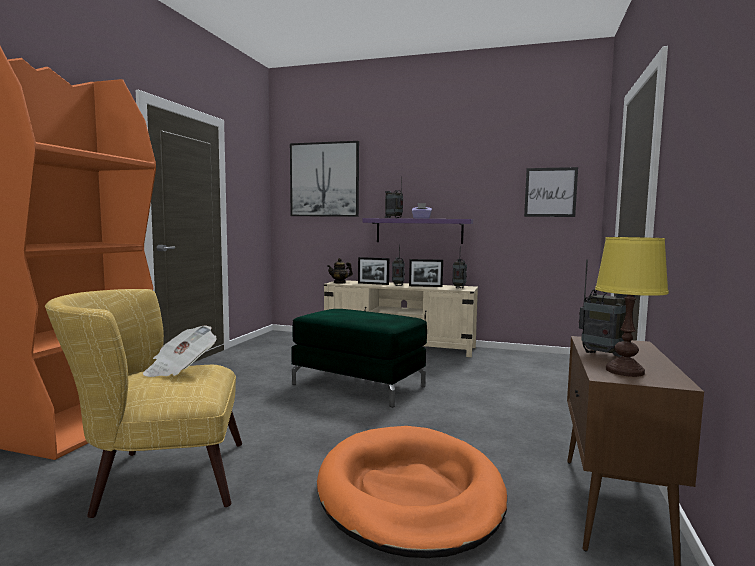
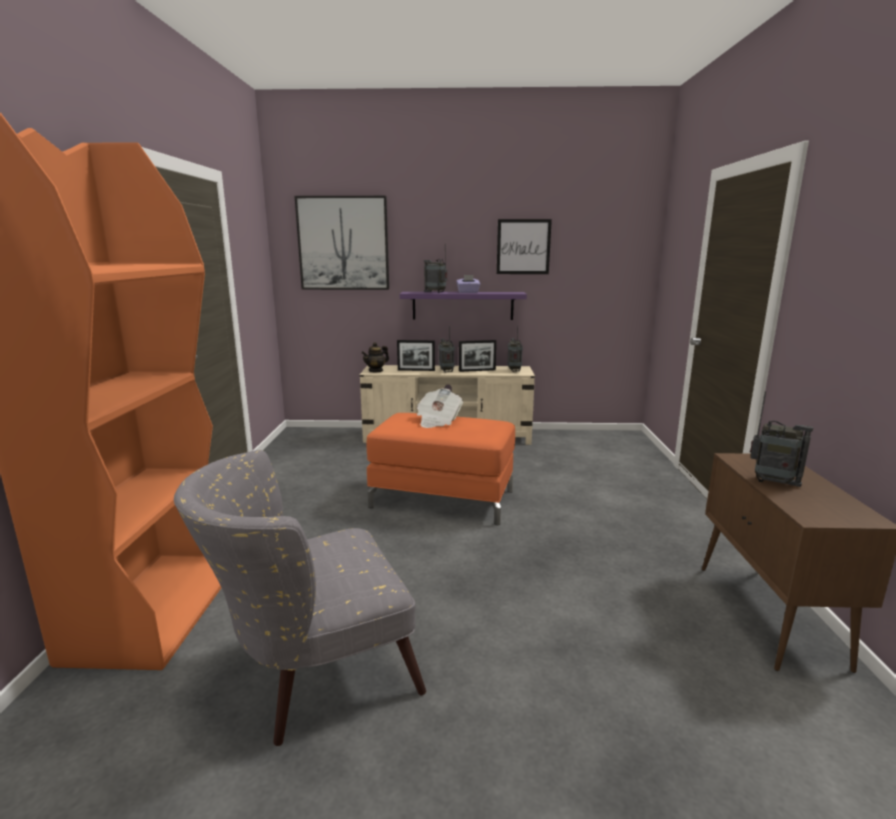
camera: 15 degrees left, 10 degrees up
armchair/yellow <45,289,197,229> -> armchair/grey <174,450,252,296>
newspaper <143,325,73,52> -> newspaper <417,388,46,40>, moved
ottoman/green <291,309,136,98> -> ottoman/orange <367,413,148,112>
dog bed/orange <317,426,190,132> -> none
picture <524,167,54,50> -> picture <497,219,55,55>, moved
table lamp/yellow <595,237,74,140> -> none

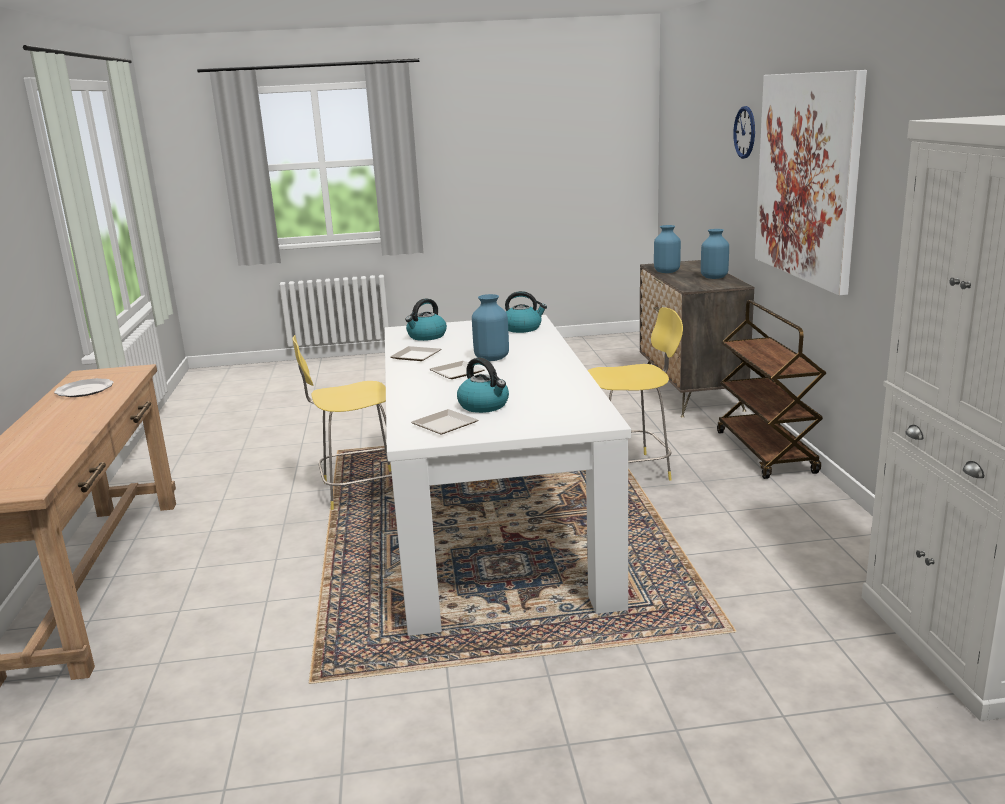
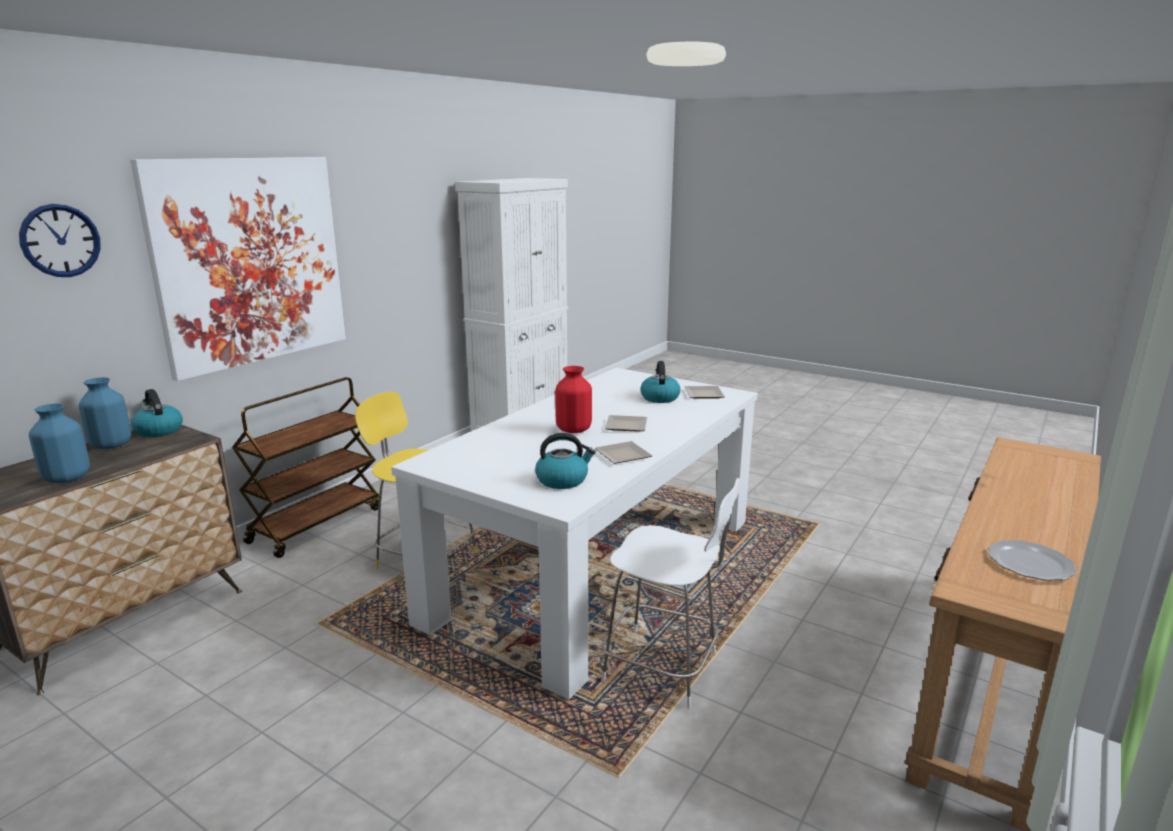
camera: 140 degrees left, 0 degrees up
chair/yellow <293,335,99,175> -> chair/white <601,478,140,231>
vase/blue <472,294,37,67> -> vase/red <555,366,37,67>
kettle <505,291,42,42> -> kettle <131,389,52,48>, moved

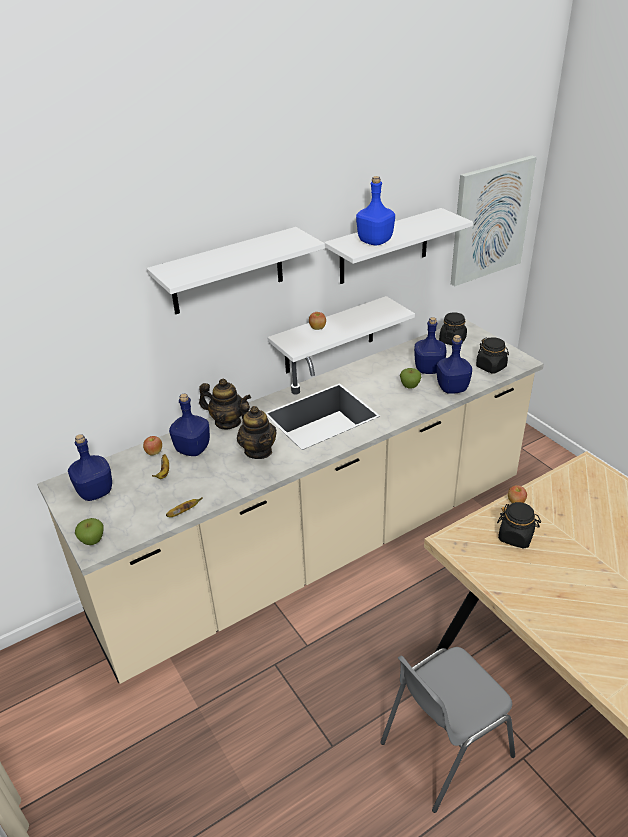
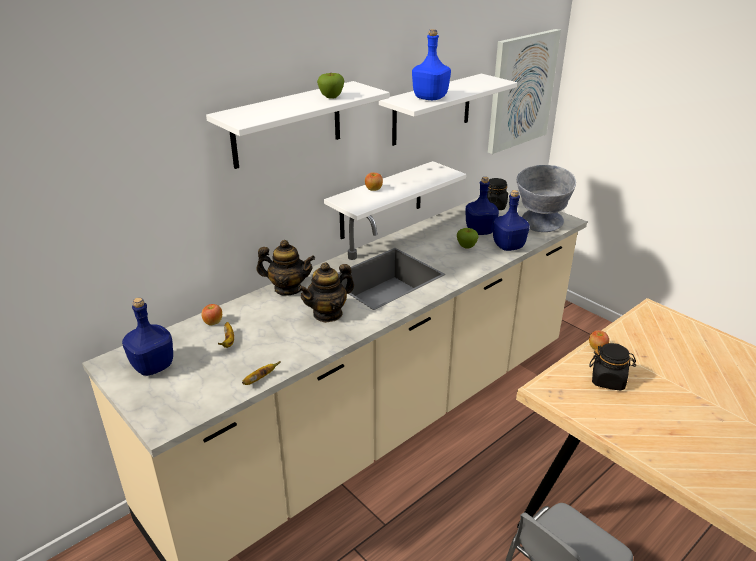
camera: 10 degrees left, 5 degrees down
apple <75,518,29,27> -> apple <317,73,27,26>, moved
bottle/blue <169,394,41,62> -> none
teapot <237,403,40,56> -> teapot <297,262,57,61>, 90 degrees clockwise
jar/black <476,337,33,37> -> bowl/grey <517,165,59,67>

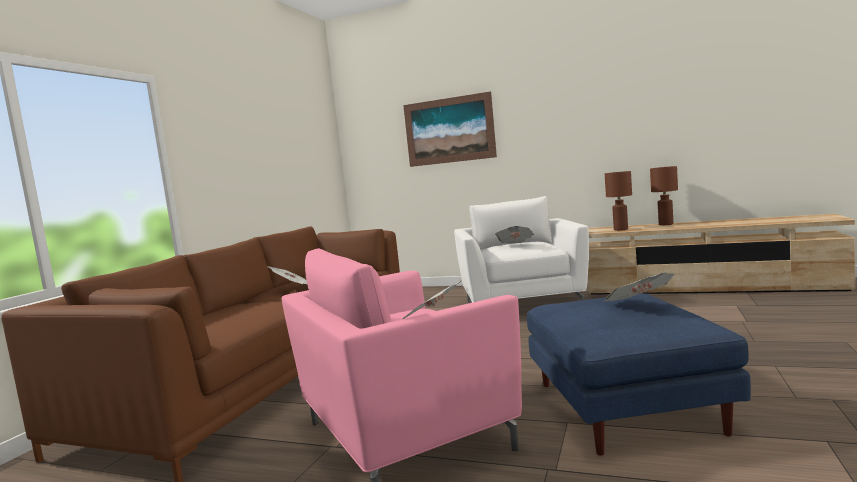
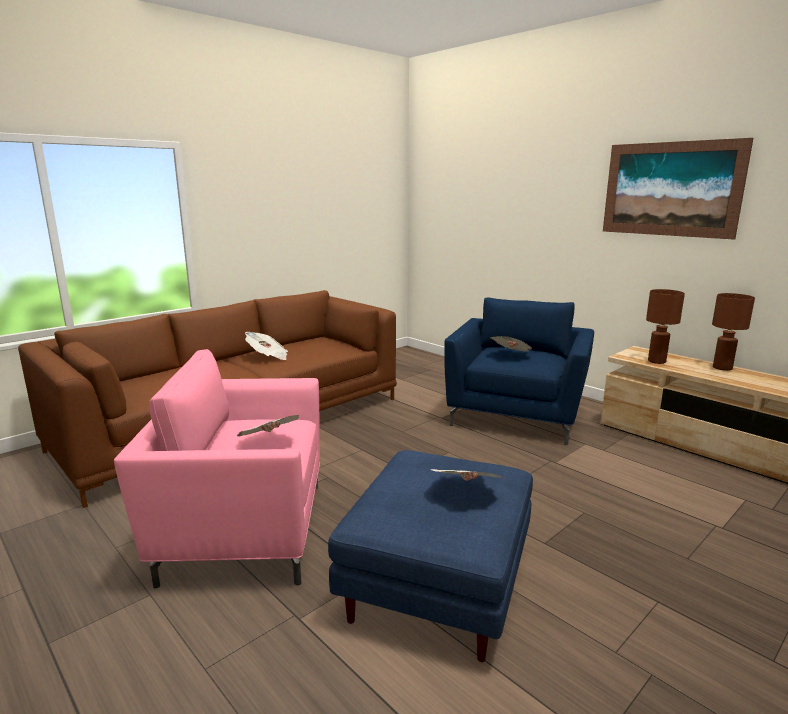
camera: 25 degrees right, 10 degrees up
picture <403,91,94,76> -> picture <603,138,150,102>, moved
armchair/white <454,196,135,107> -> armchair/blue <444,297,150,148>

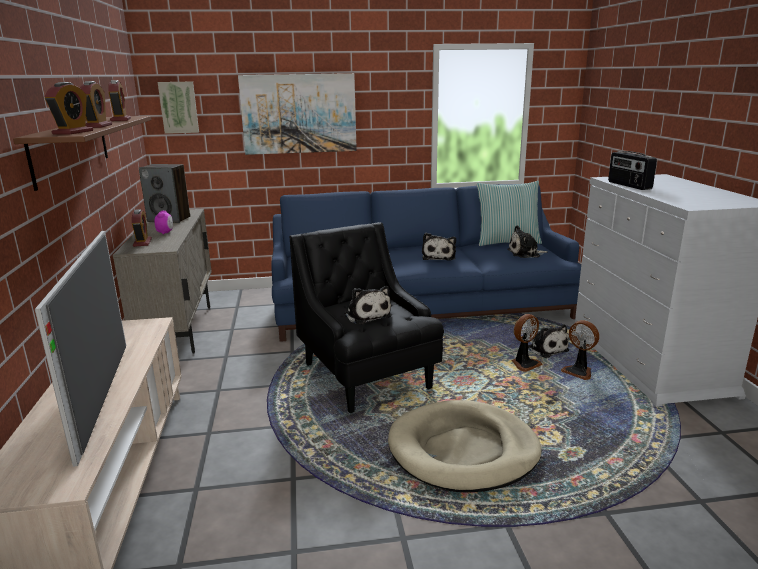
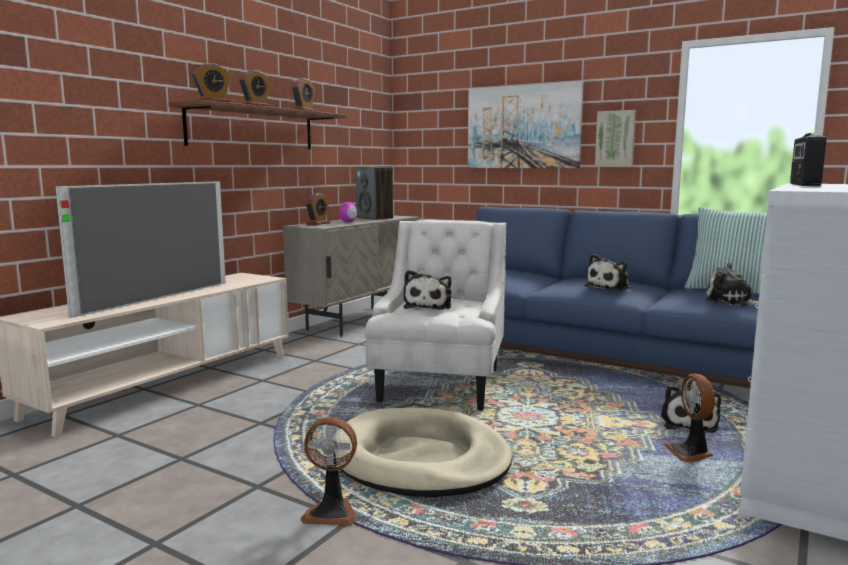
camera: 40 degrees right, 10 degrees down
picture <158,81,41,53> -> picture <595,110,41,57>, moved
armchair/black <290,222,154,191> -> armchair/white <365,220,141,191>
fan <512,314,31,58> -> fan <300,417,57,109>, moved

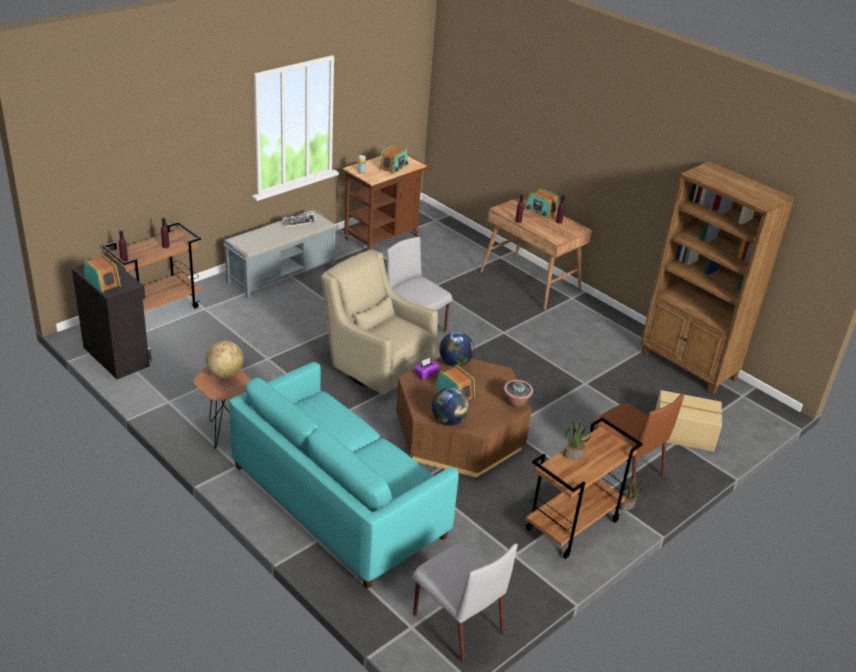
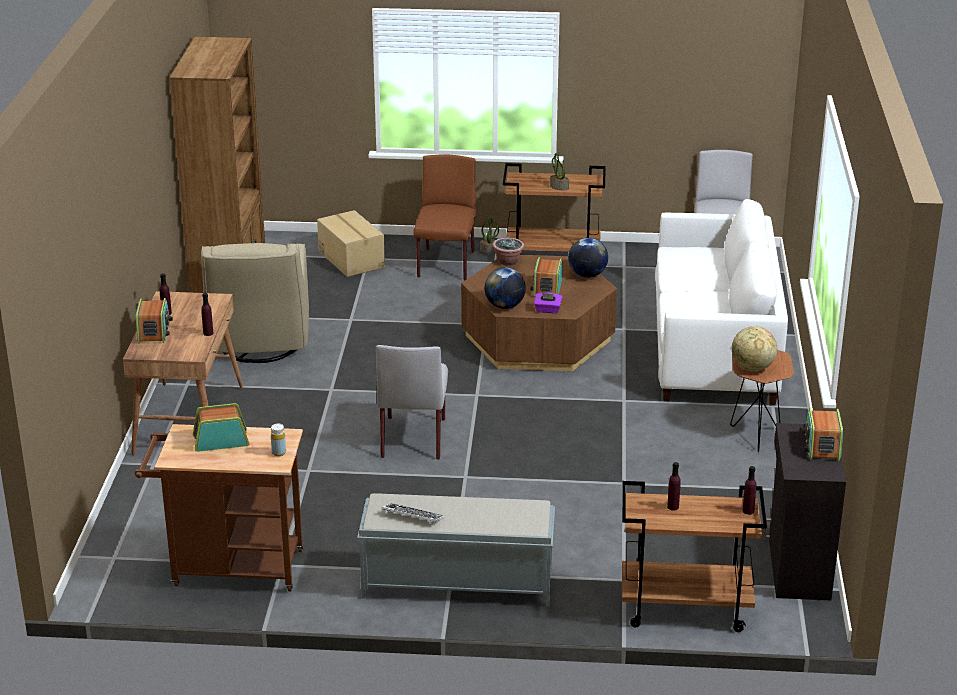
camera: 130 degrees left, 5 degrees down
sofa/turquoise <229,362,230,227> -> sofa/white <655,199,133,207>
armchair/beige <321,250,117,145> -> armchair/beige <201,243,108,120>, moved

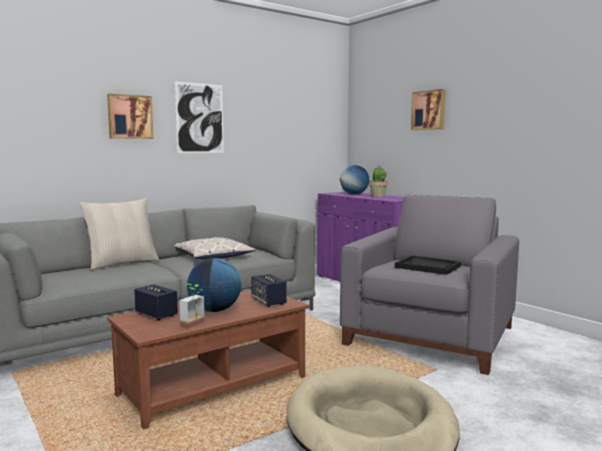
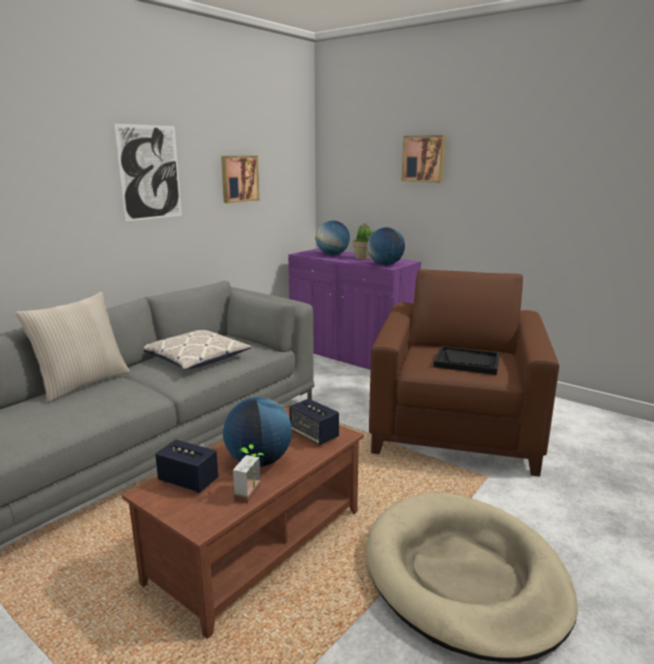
camera: 15 degrees left, 10 degrees up
picture <107,94,47,45> -> picture <221,156,39,47>, moved
armchair/grey <340,195,179,180> -> armchair/brown <369,270,190,207>
none -> globe <367,227,38,38>

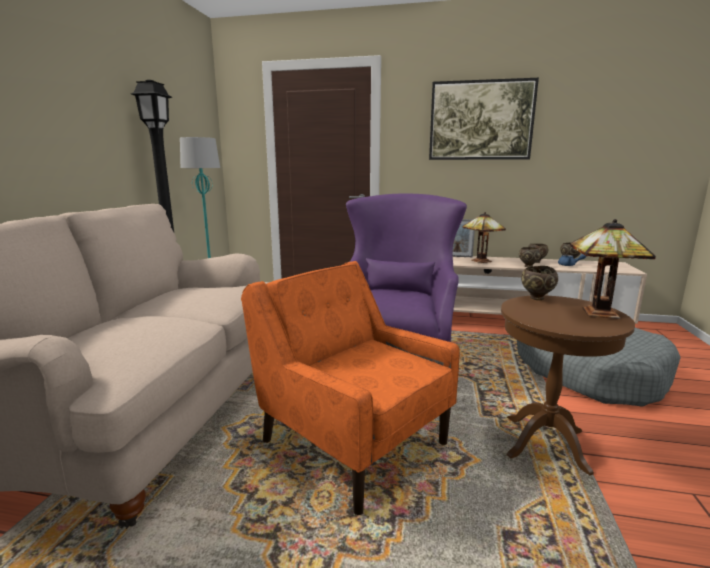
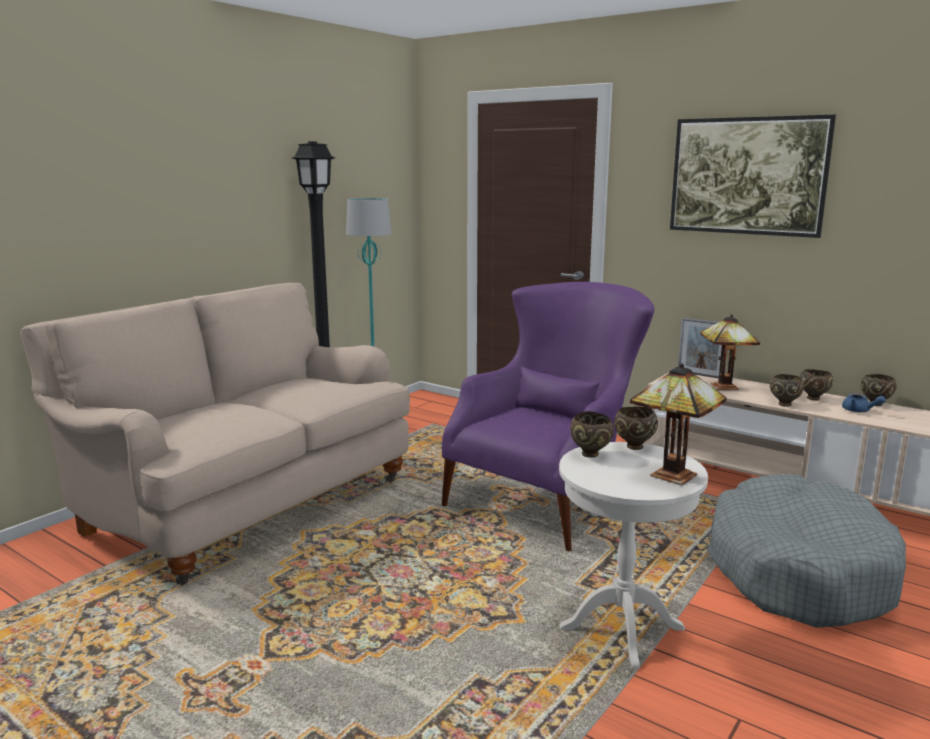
camera: 25 degrees right, 0 degrees up
armchair/orange <241,261,219,254> -> none
side table/brown <501,296,134,179> -> side table/white <559,442,149,227>
none -> bowl/brown <570,411,44,47>

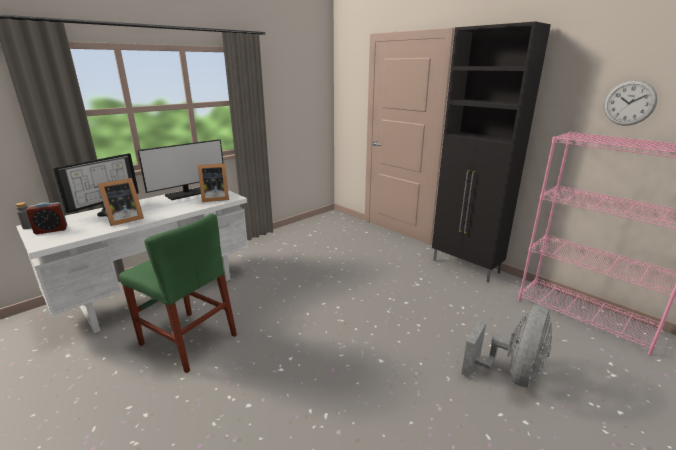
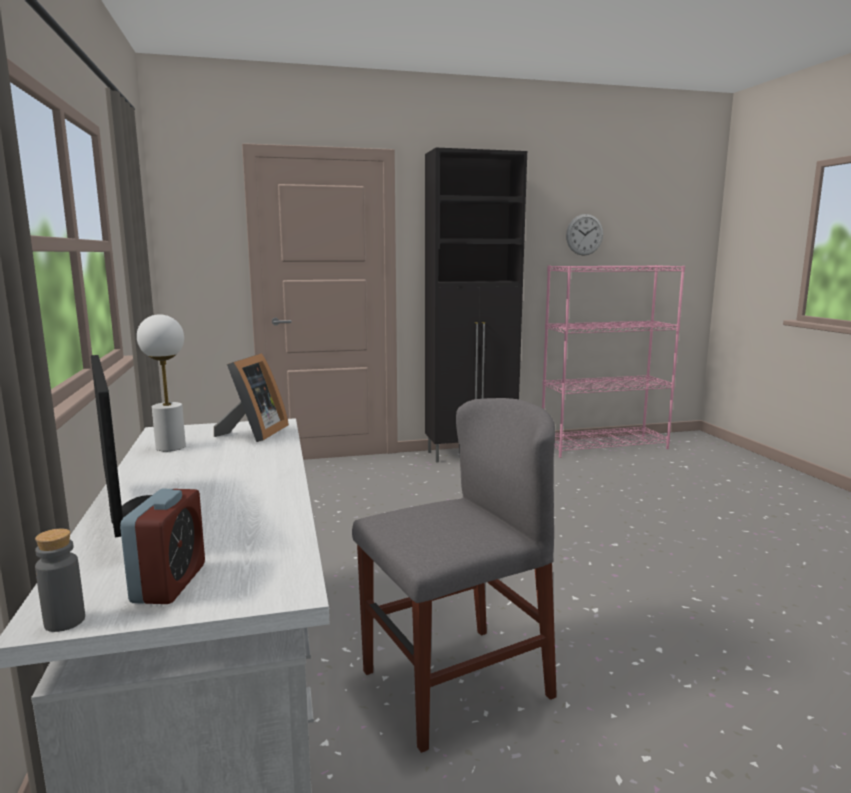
camera: 60 degrees left, 10 degrees down
picture frame <97,178,47,48> -> none
chair/green <119,213,118,160> -> chair/grey <352,398,205,355>
monitor <137,139,86,61> -> table lamp/white <137,314,49,137>
fan/grey <461,305,91,83> -> none

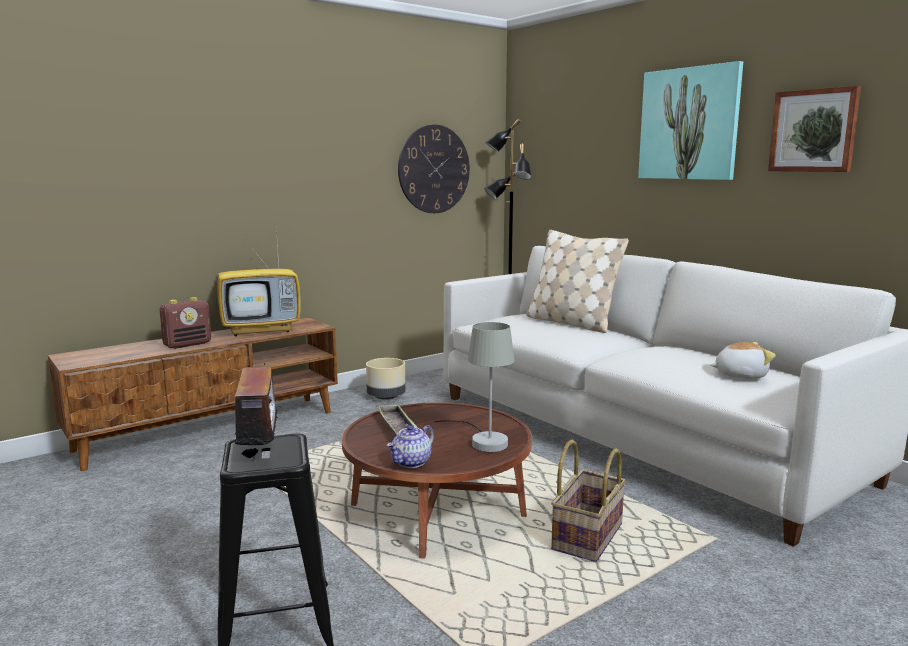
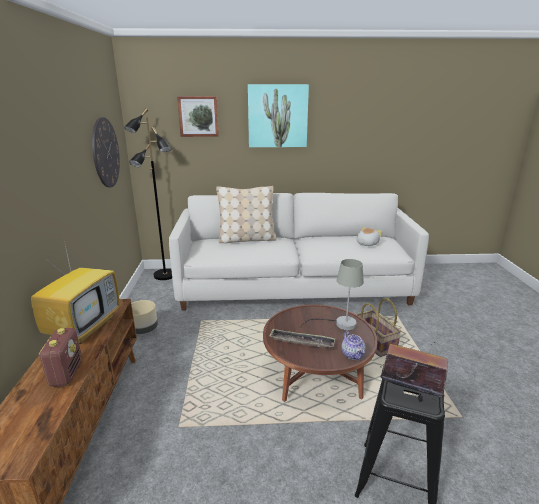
camera: 55 degrees left, 10 degrees up
picture <768,86,93,86> -> picture <177,96,42,41>, moved

